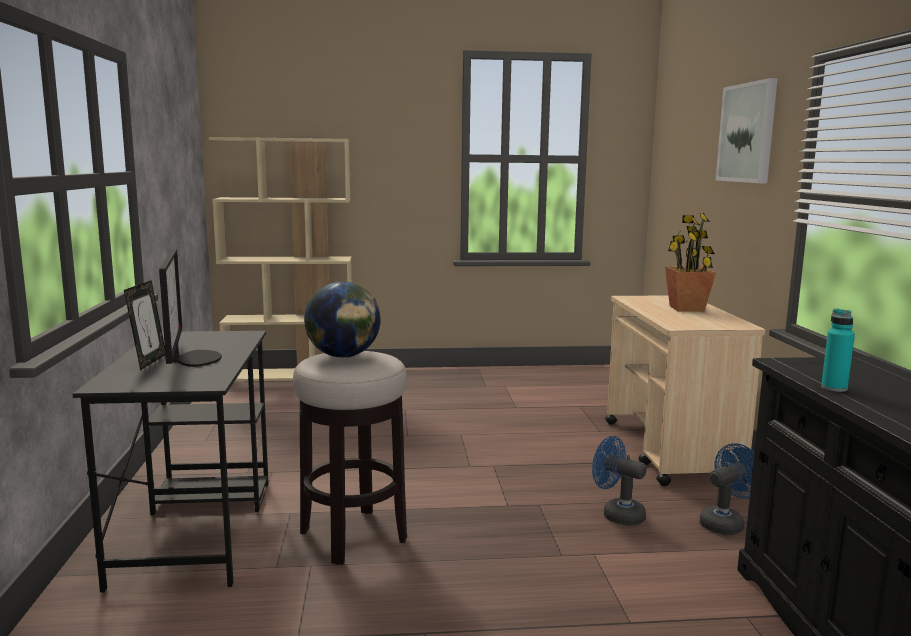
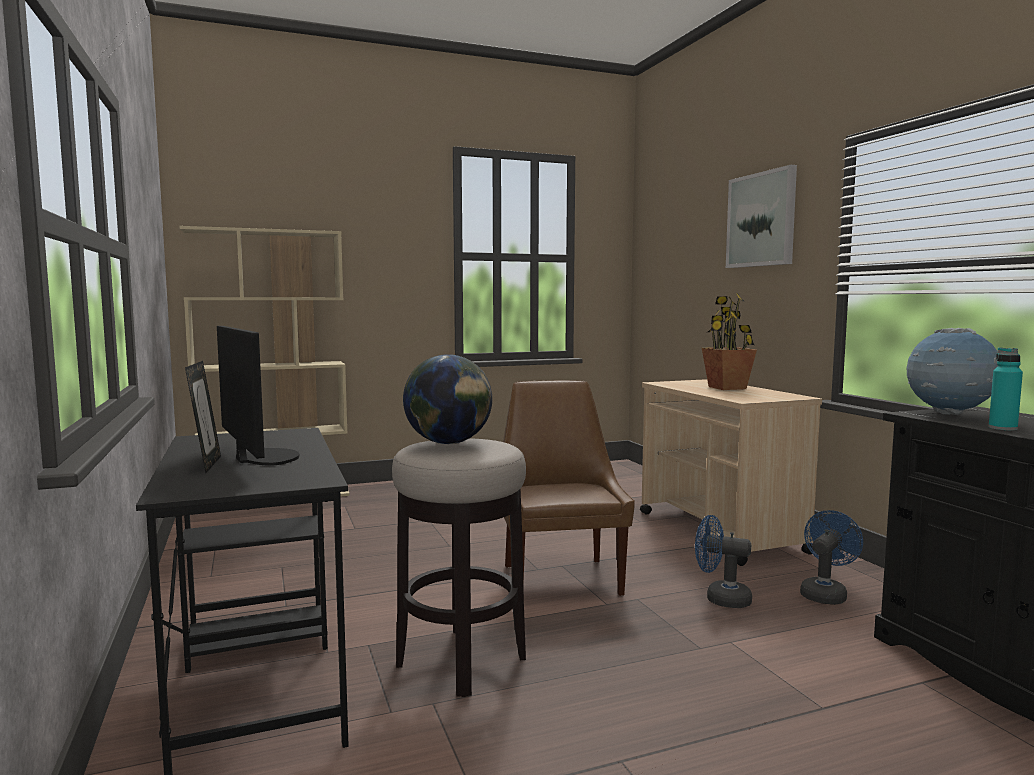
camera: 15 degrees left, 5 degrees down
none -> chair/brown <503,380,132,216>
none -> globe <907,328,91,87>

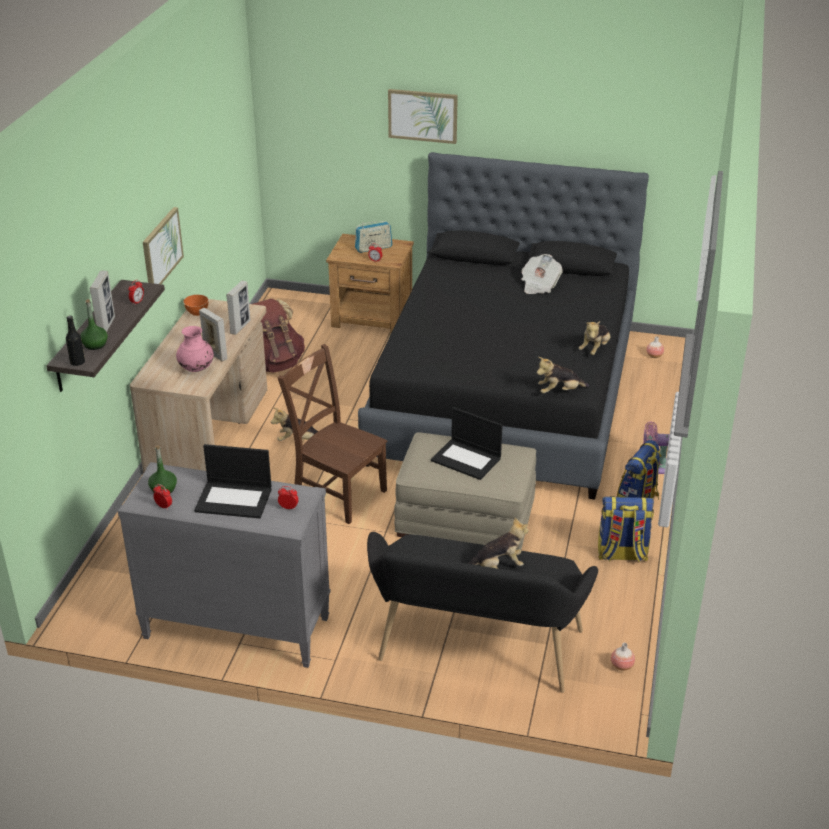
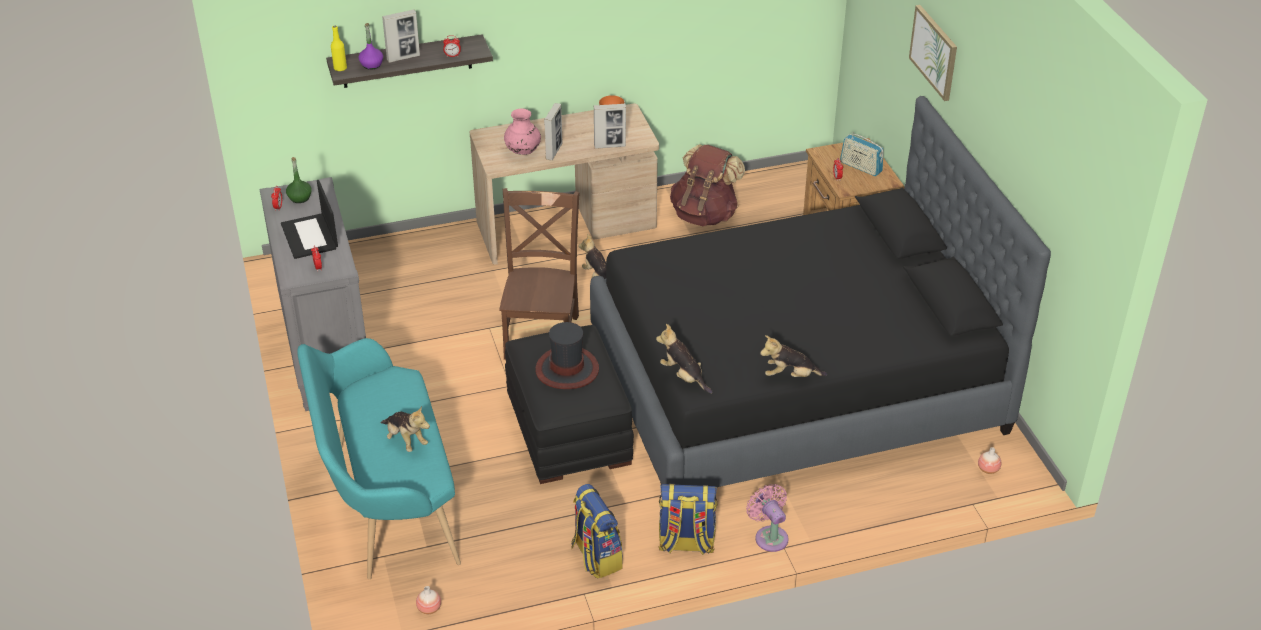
camera: 60 degrees right, 5 degrees up
bottle/black <66,316,19,50> -> bottle/yellow <331,26,16,45>
bottle/green <80,299,28,51> -> bottle/purple <359,23,24,47>
picture <143,207,41,77> -> none
bench/black <367,532,231,161> -> bench/turquoise <297,338,164,241>
ottoman/beige <394,432,142,118> -> ottoman/black <505,325,129,159>
laptop <431,407,72,73> -> hat <535,322,64,67>
newspaper <521,254,42,40> -> none

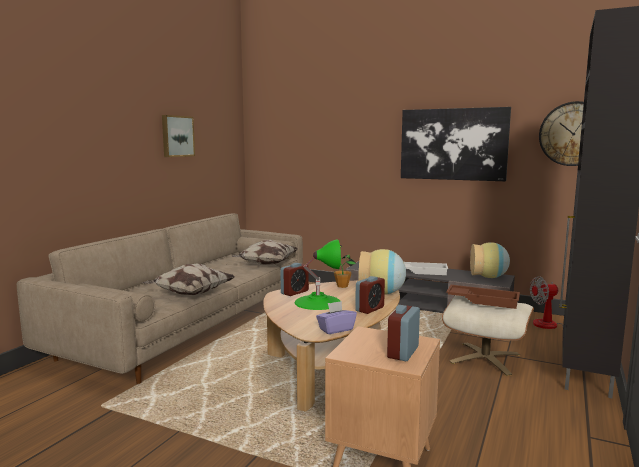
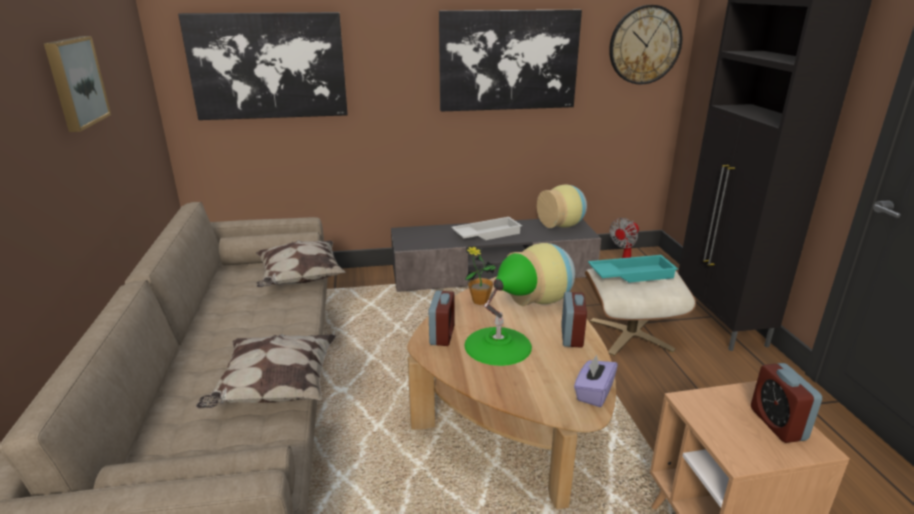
camera: 35 degrees left, 15 degrees up
tray/brown <446,285,74,24> -> tray/turquoise <588,255,90,28>
none -> picture <178,12,170,108>

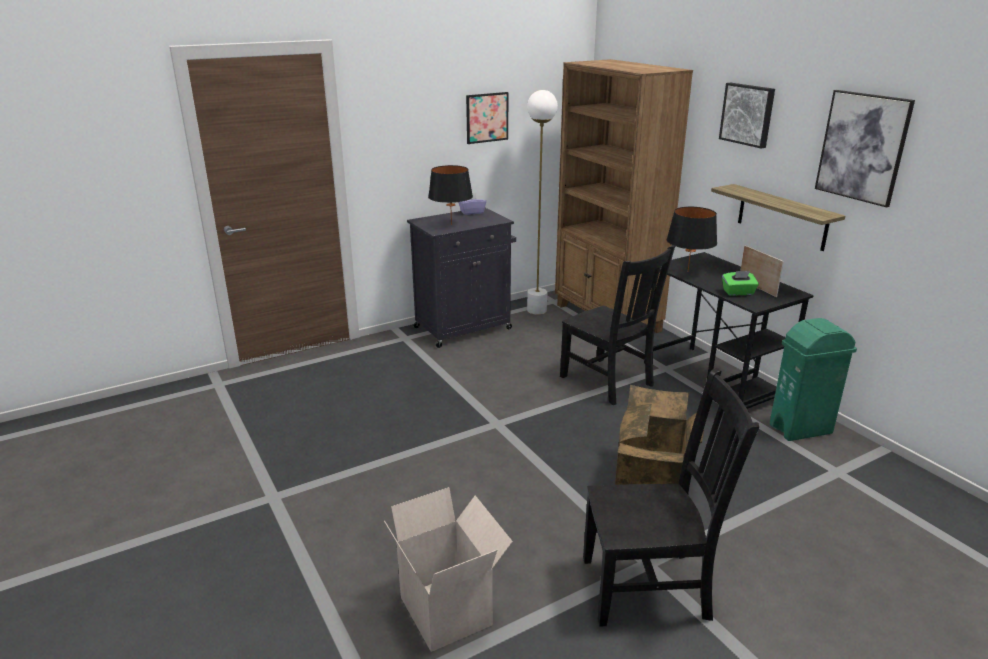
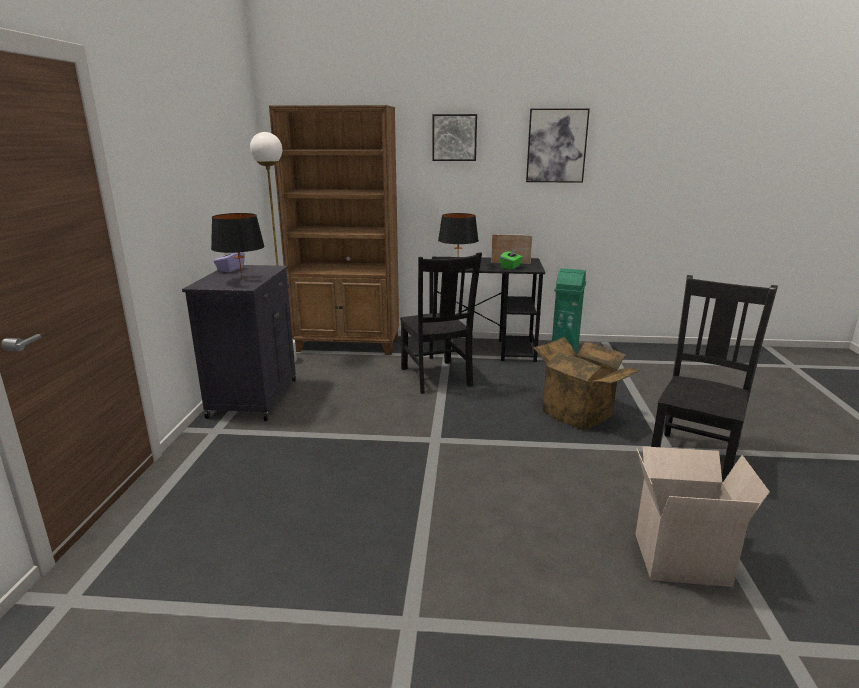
camera: 55 degrees left, 5 degrees down
picture <466,92,42,52> -> none
chair/black <560,245,115,160> -> chair/black <400,252,82,142>, 75 degrees clockwise
shelf <711,184,134,67> -> none

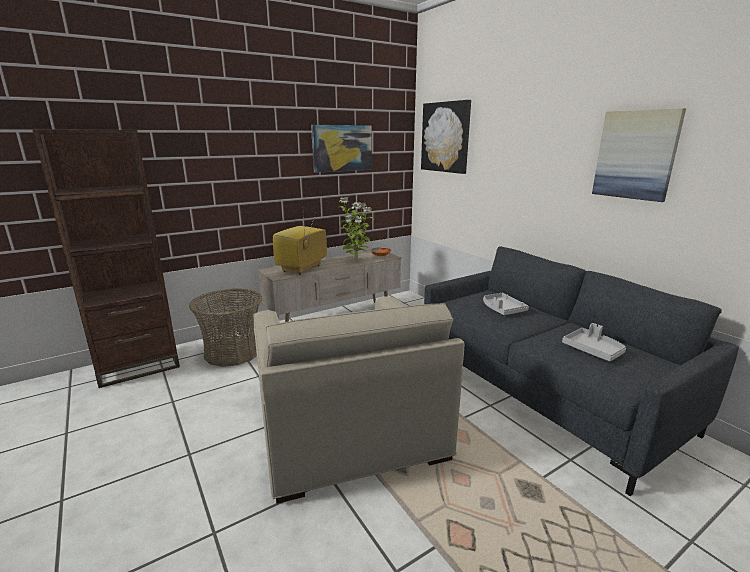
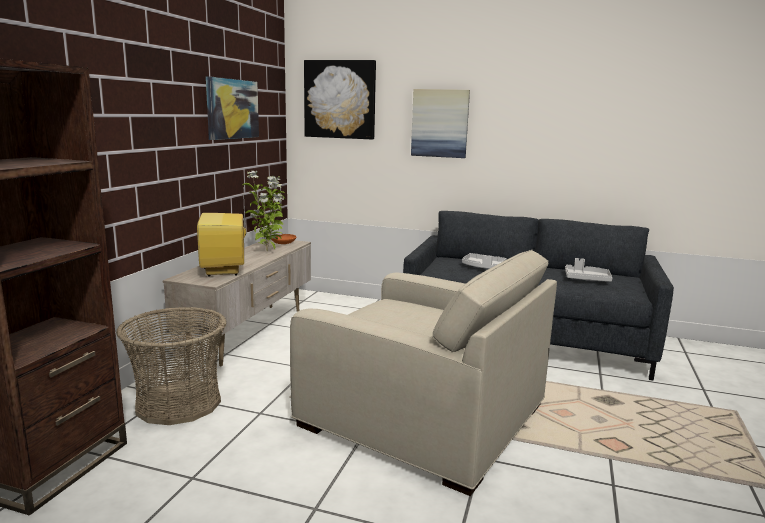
camera: 40 degrees left, 5 degrees down
picture <592,108,94,94> -> picture <411,89,59,69>, moved

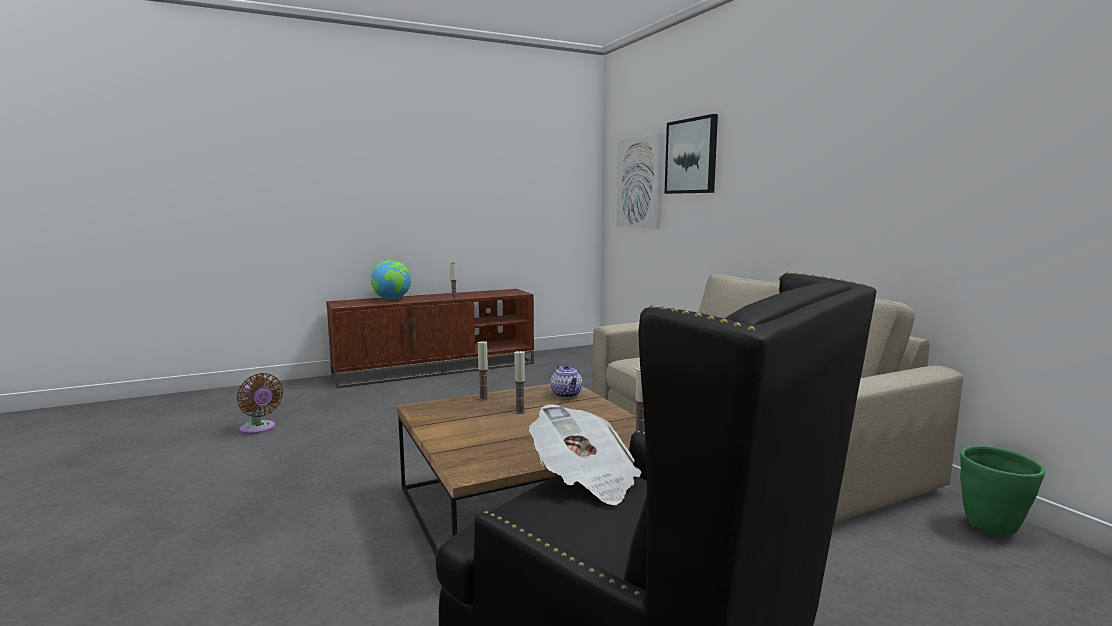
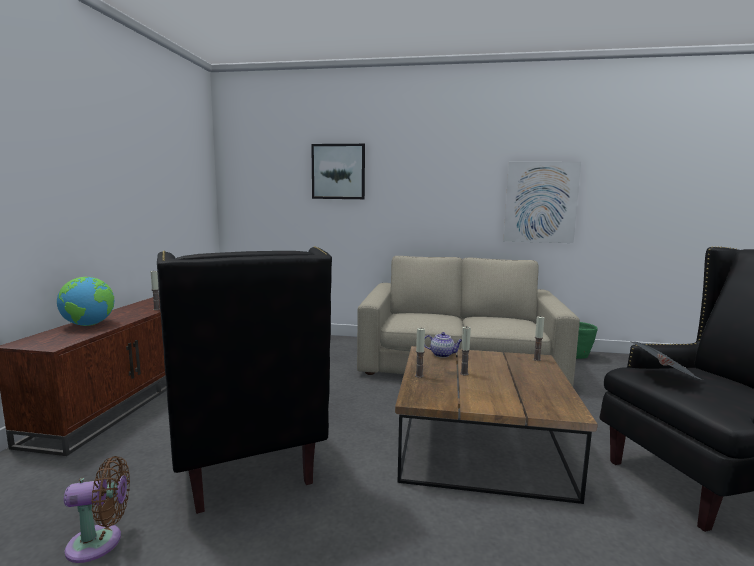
camera: 55 degrees left, 0 degrees up
picture <616,133,47,96> -> picture <503,162,78,81>, moved
none -> armchair/black <157,246,175,268>

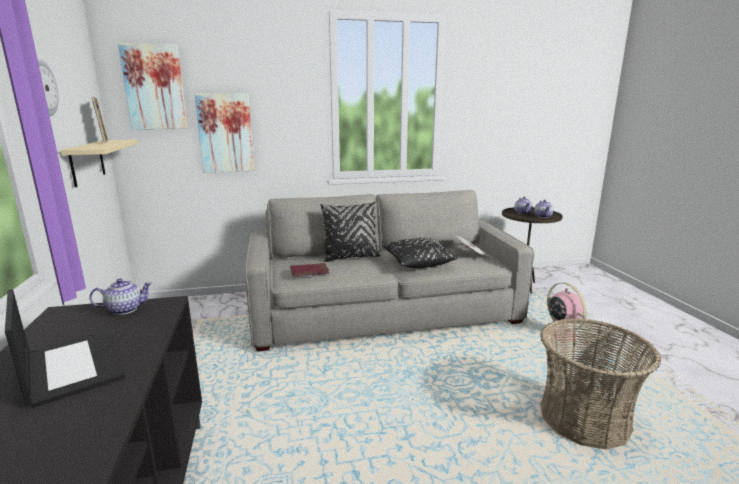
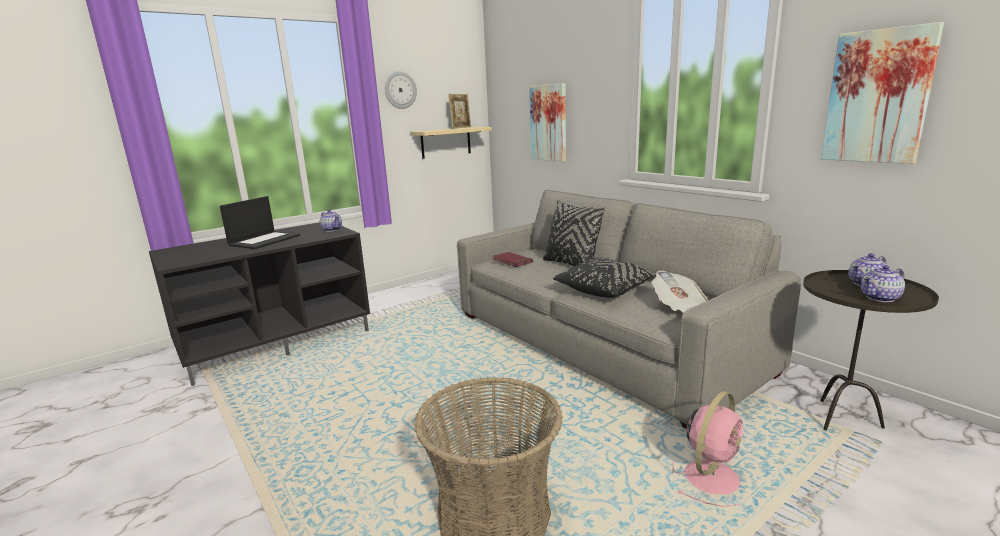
camera: 65 degrees right, 0 degrees up
picture <118,43,70,86> -> picture <821,22,123,142>, moved

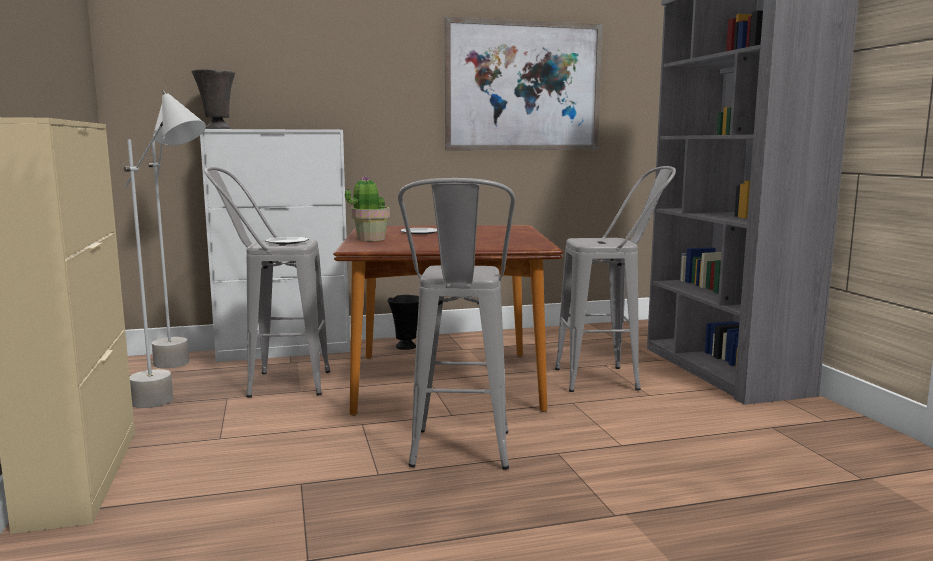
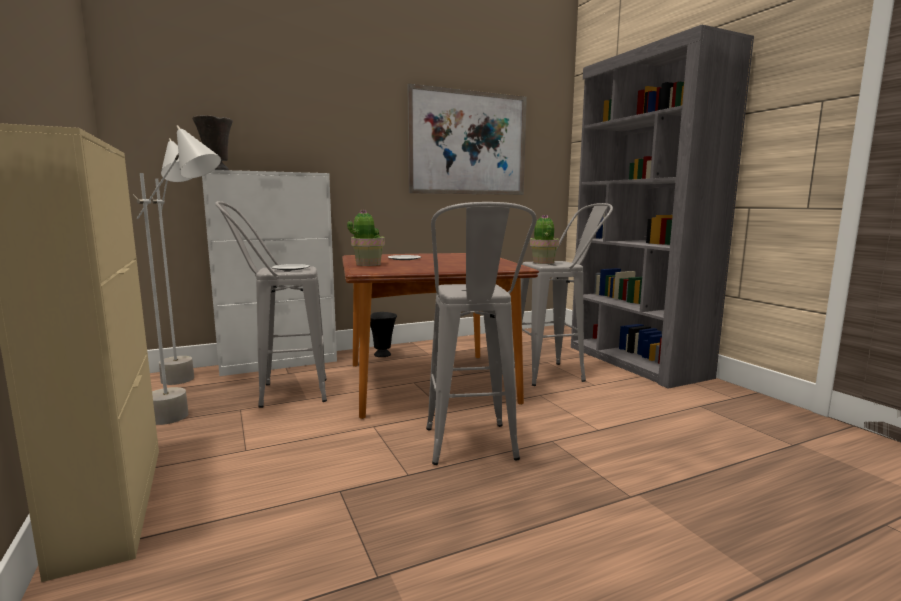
camera: 10 degrees left, 0 degrees up
none -> potted plant <530,215,29,49>

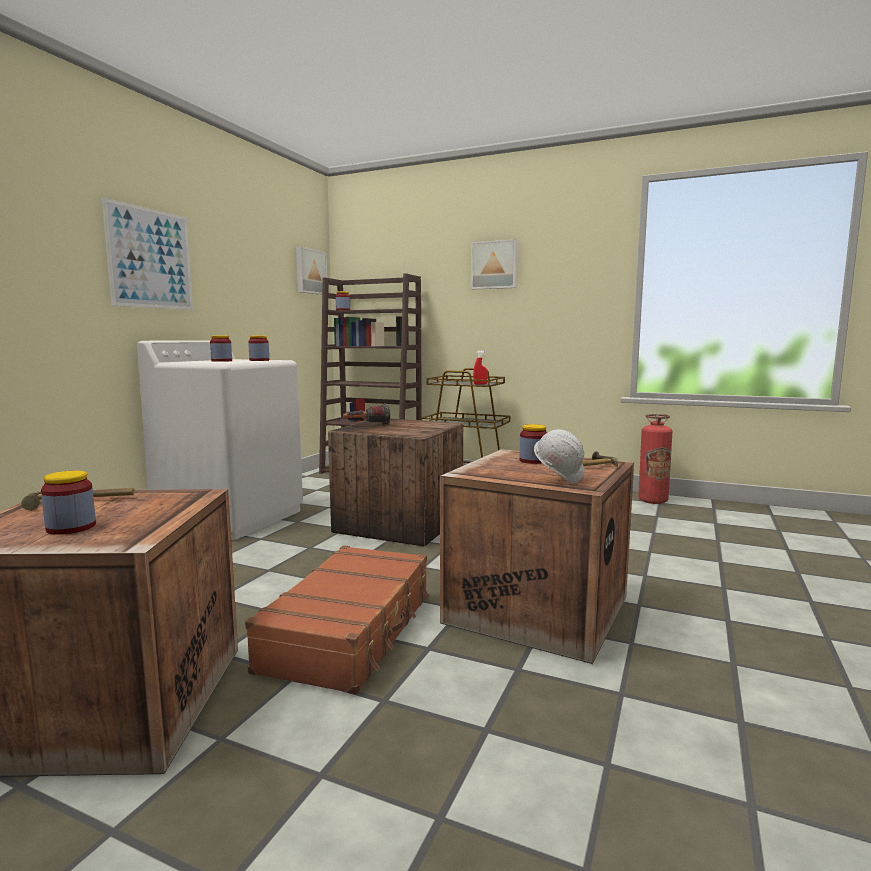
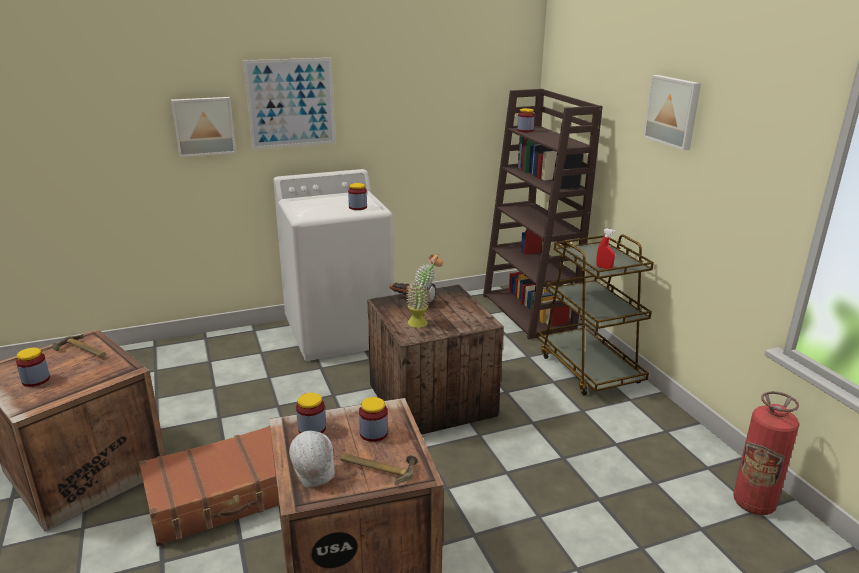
camera: 45 degrees right, 15 degrees up
jar <210,335,22,27> -> jar <296,393,30,40>, moved
picture <296,246,31,49> -> picture <171,97,65,60>, moved
none -> potted plant <406,254,37,74>

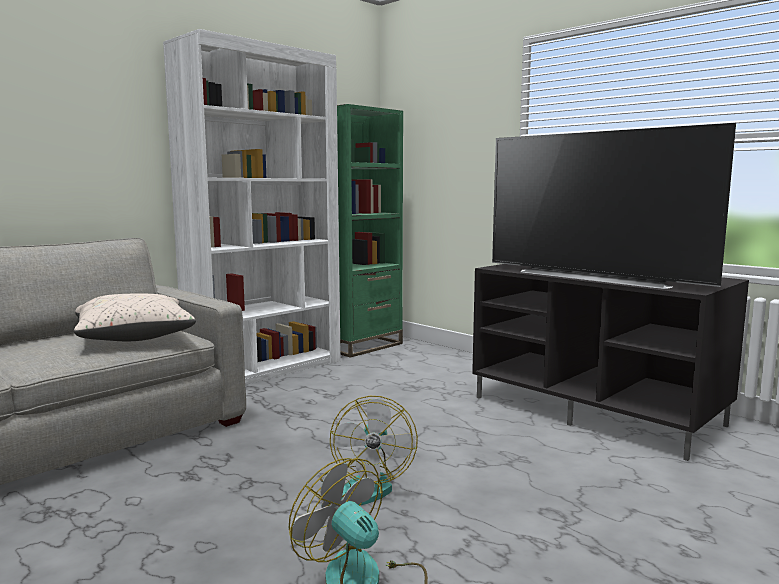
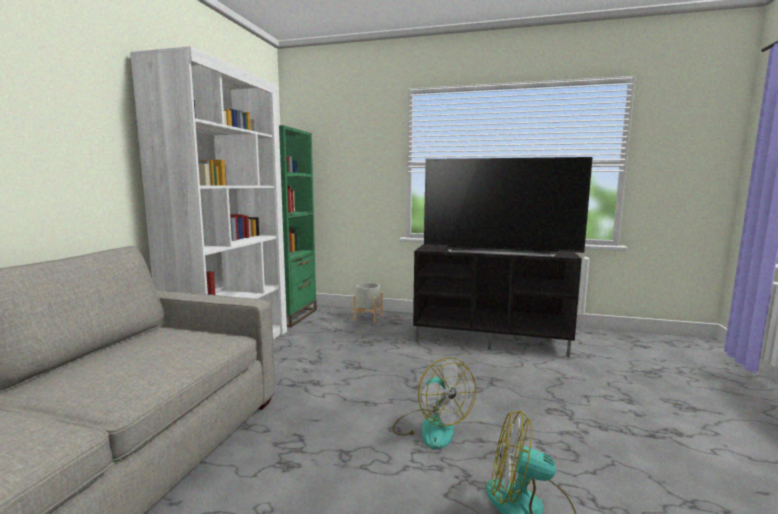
camera: 30 degrees left, 0 degrees up
pillow/beige <74,294,122,47> -> none
none -> planter/grey <353,283,30,40>

